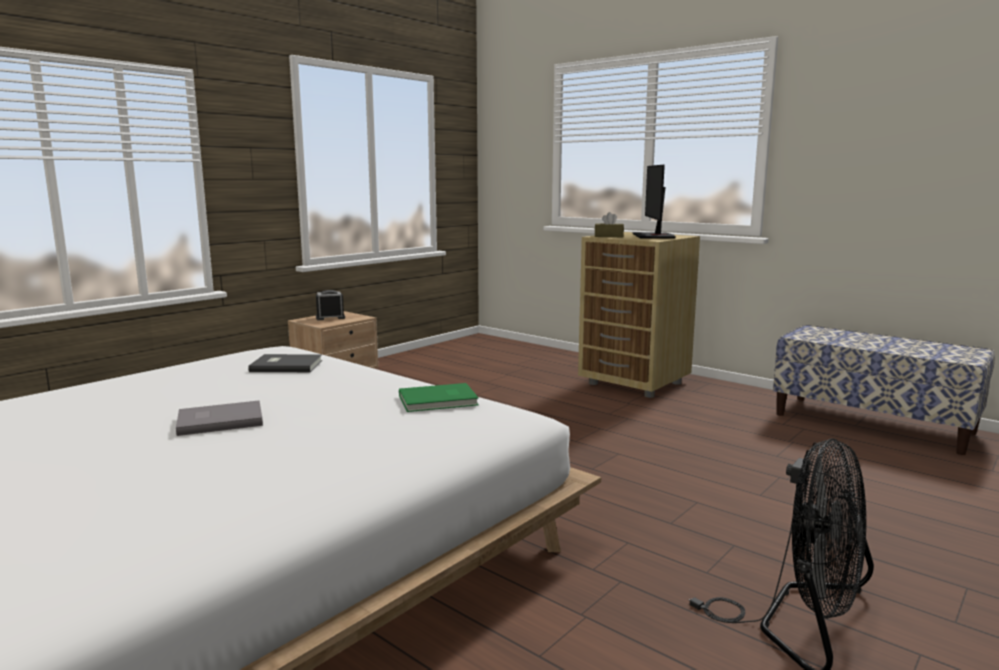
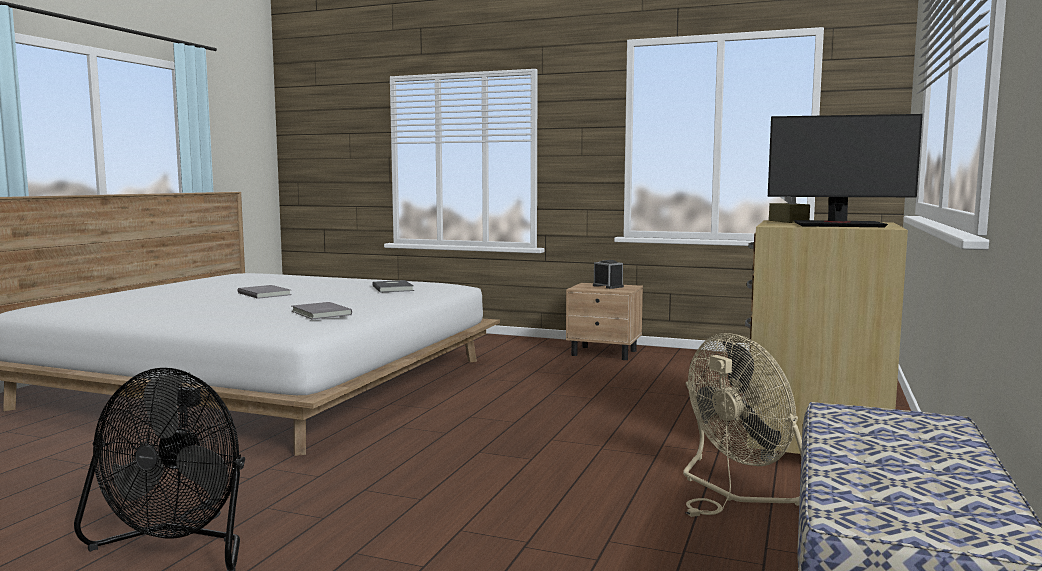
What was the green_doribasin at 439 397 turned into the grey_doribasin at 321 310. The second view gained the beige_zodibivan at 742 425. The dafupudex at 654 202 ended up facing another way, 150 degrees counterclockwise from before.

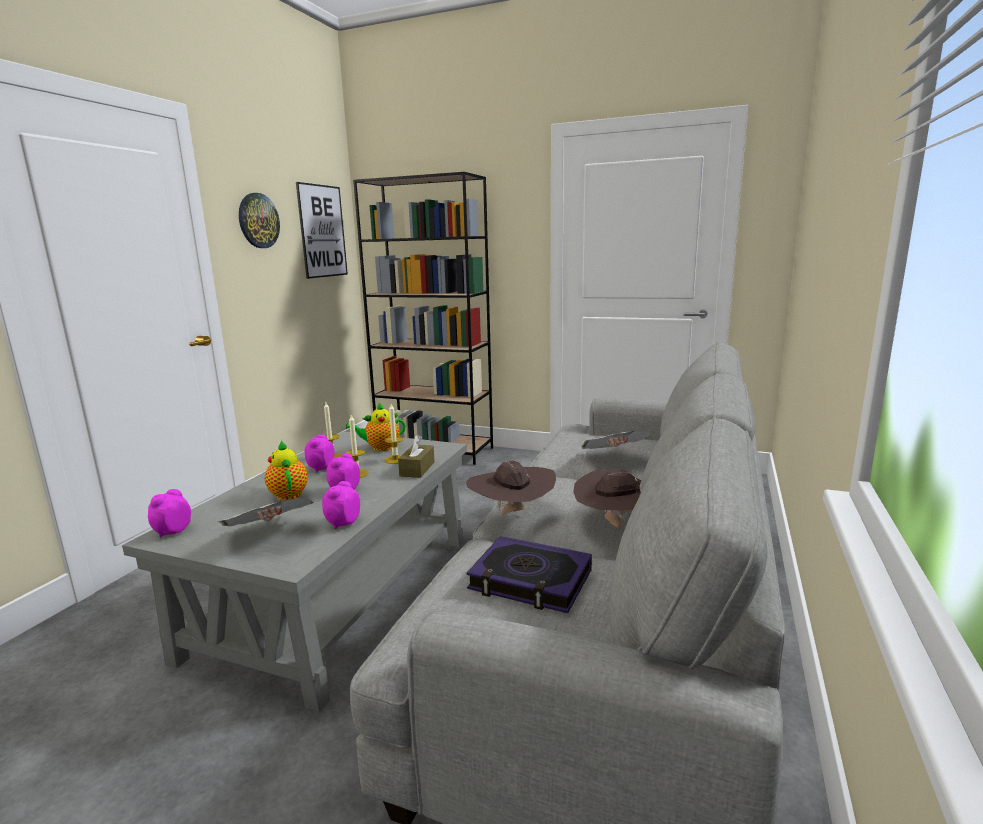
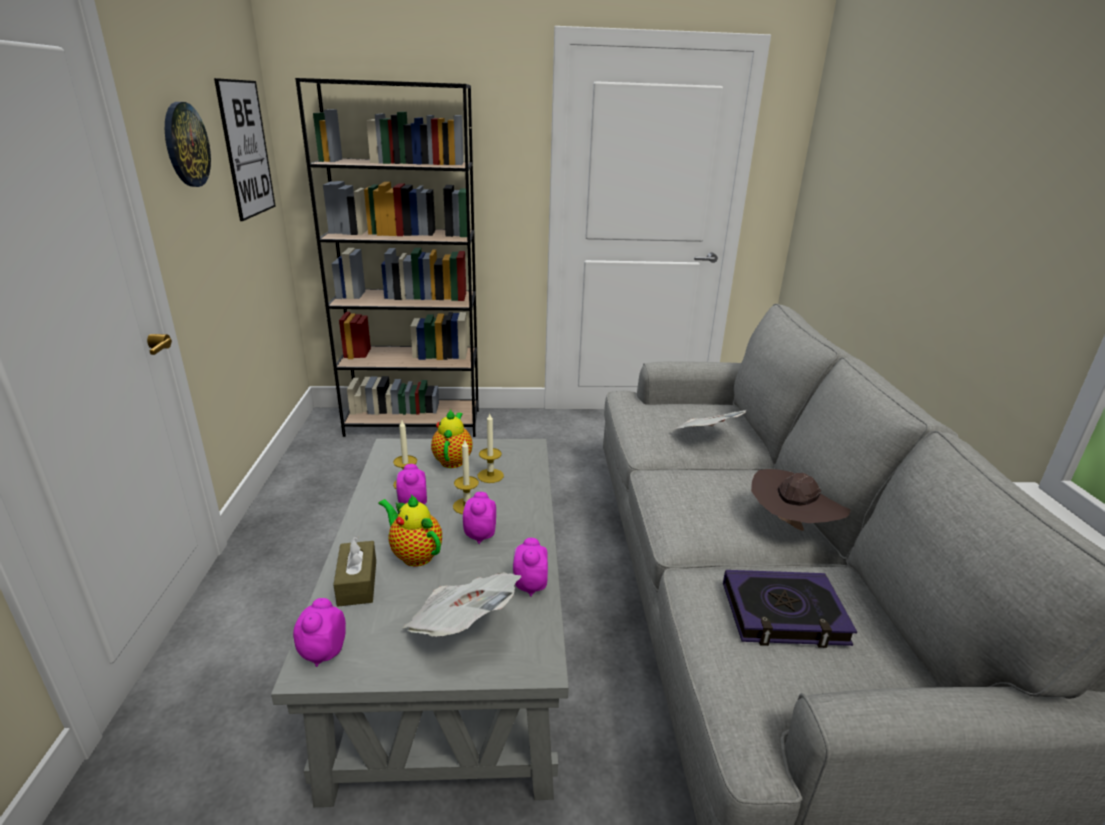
The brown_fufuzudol ended up elsewhere, having gone from 416 456 to 354 571. The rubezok at 375 426 ended up facing another way, 135 degrees clockwise from before. The second view lost the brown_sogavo at 511 487.

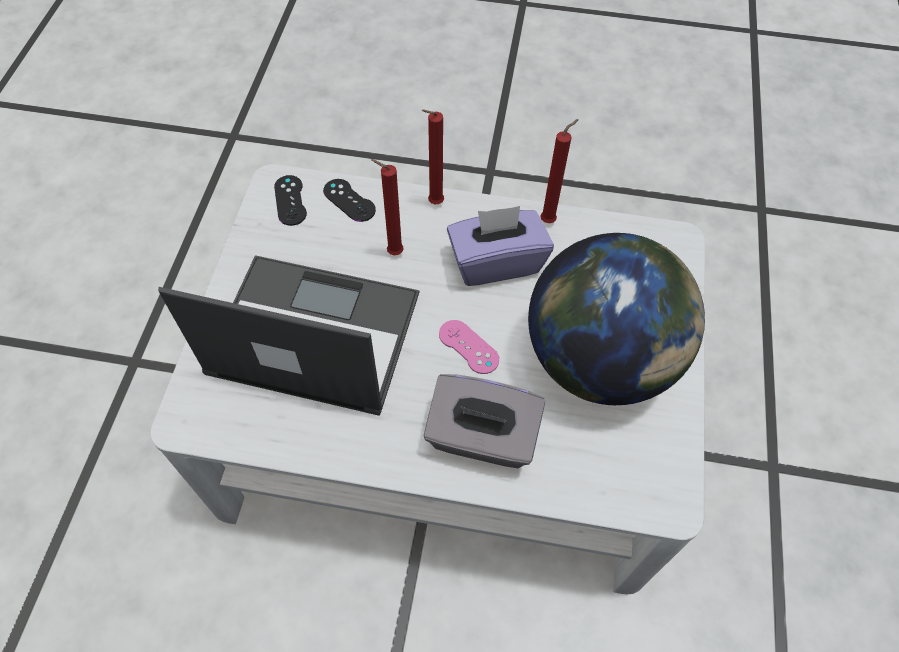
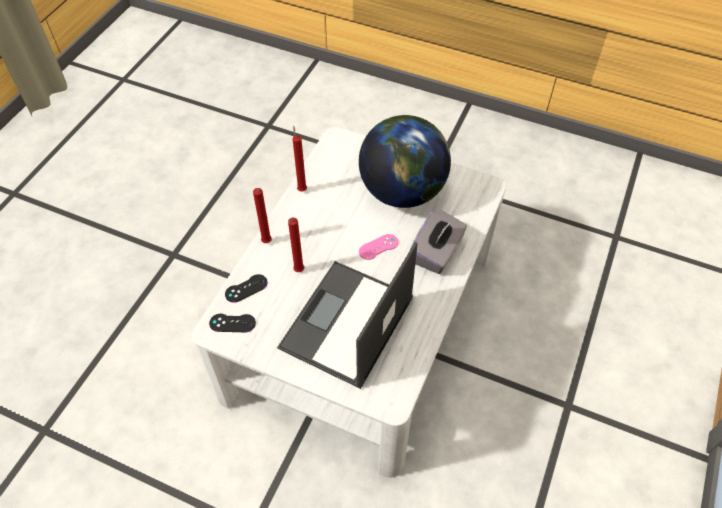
The second view lost the purple_fufuzudol at 500 246.

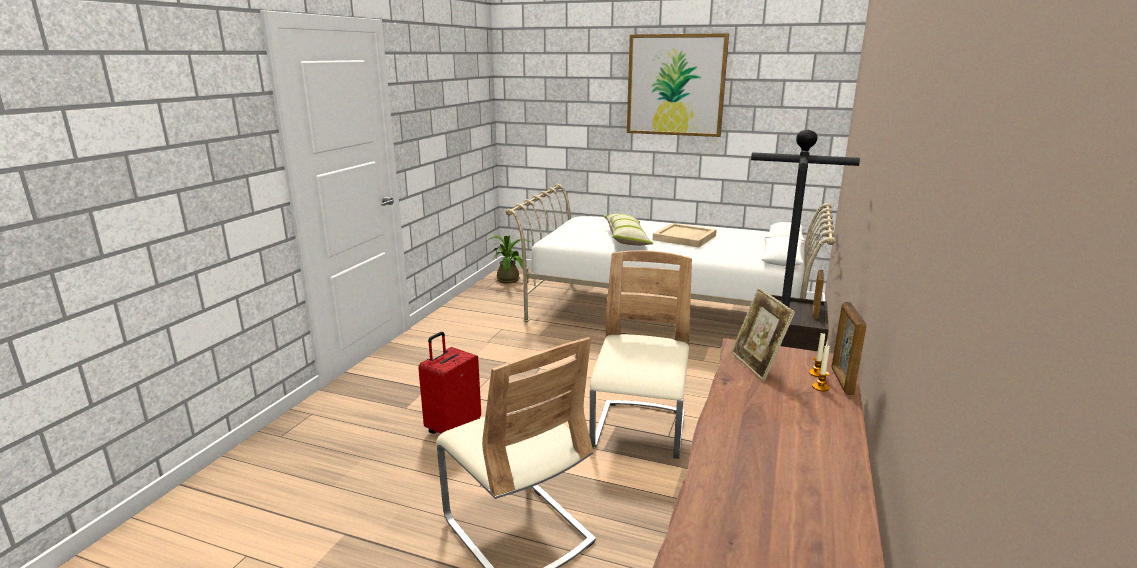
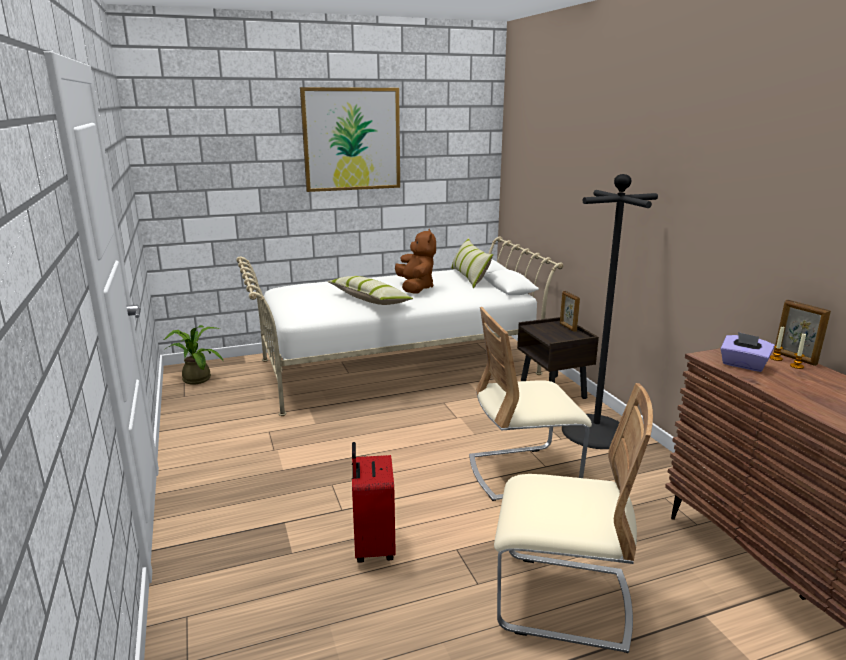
Where the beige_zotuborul stood at 685 235, the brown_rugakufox came to stand at 415 261. The second view gained the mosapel at 472 263. The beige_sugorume at 641 354 ended up facing another way, 75 degrees counterclockwise from before. Where the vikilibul stood at 763 334, the purple_fufuzudol came to stand at 747 352.

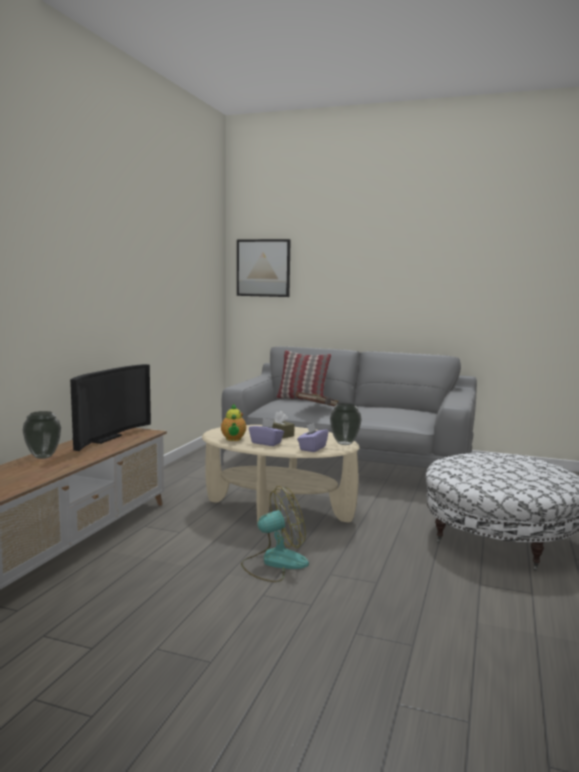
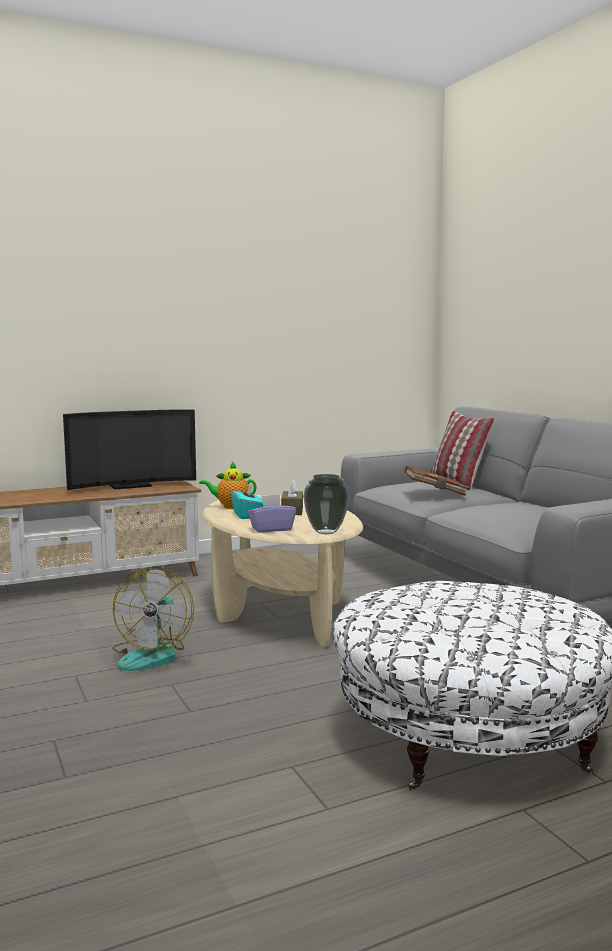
The zodibivan at 275 534 ended up facing another way, 75 degrees clockwise from before. The rubezok at 233 422 ended up facing another way, 45 degrees clockwise from before. What was the purple_fufuzudol at 266 432 turned into the turquoise_fufuzudol at 247 501. The second view lost the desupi at 41 435. The second view lost the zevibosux at 264 268.

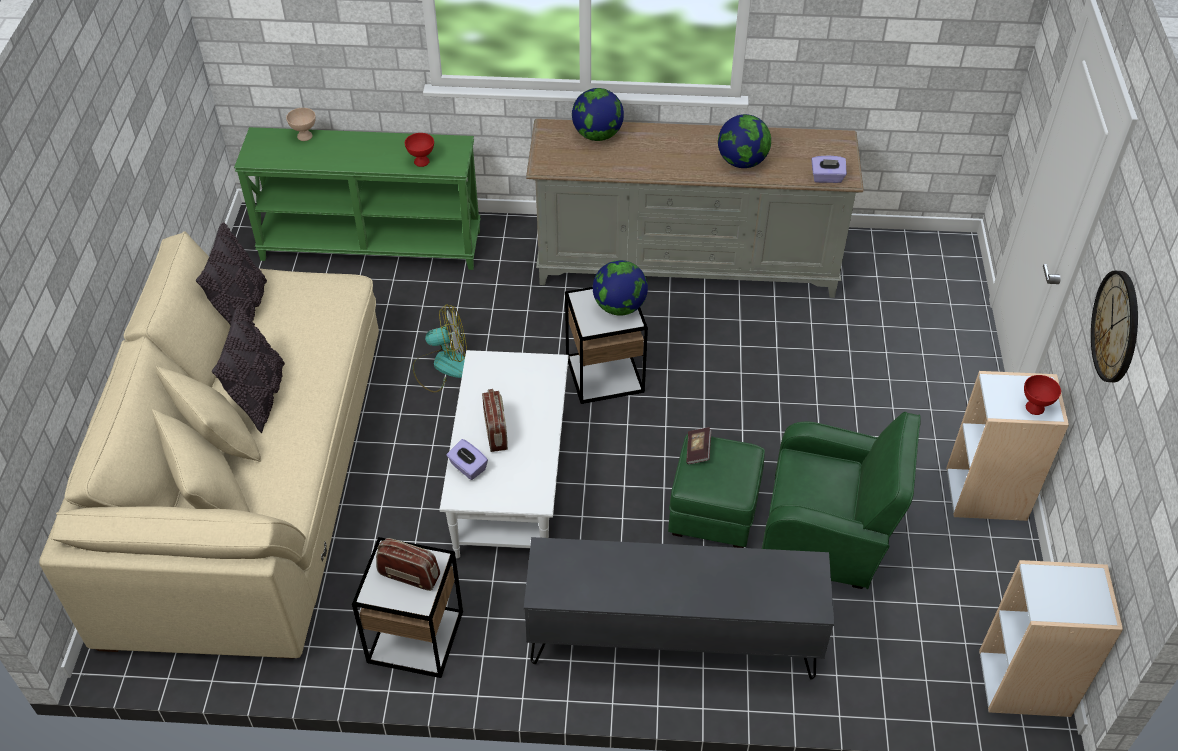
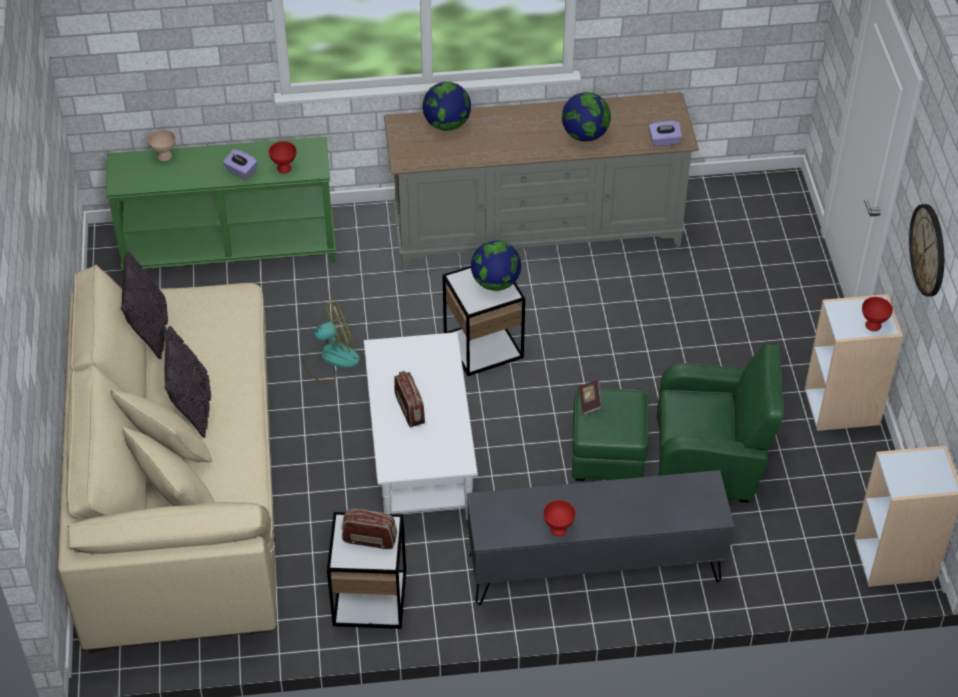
The purple_fufuzudol ended up elsewhere, having gone from 467 459 to 240 164. The second view gained the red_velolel at 559 518.

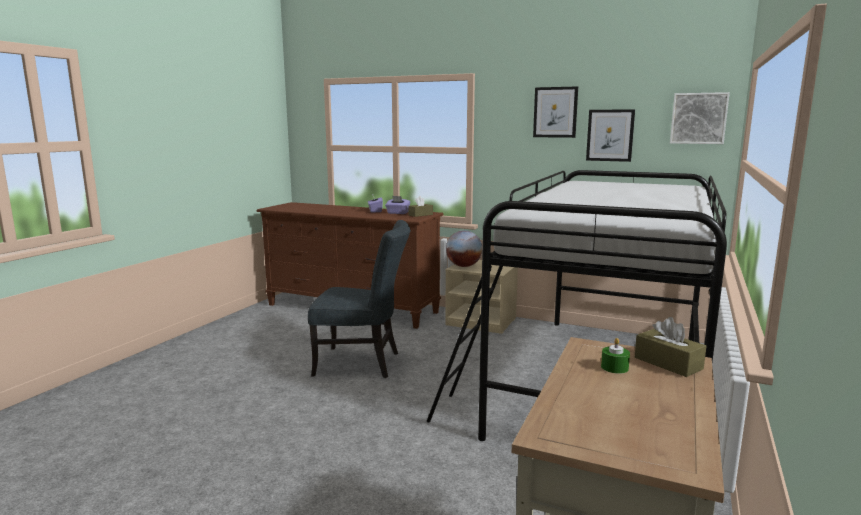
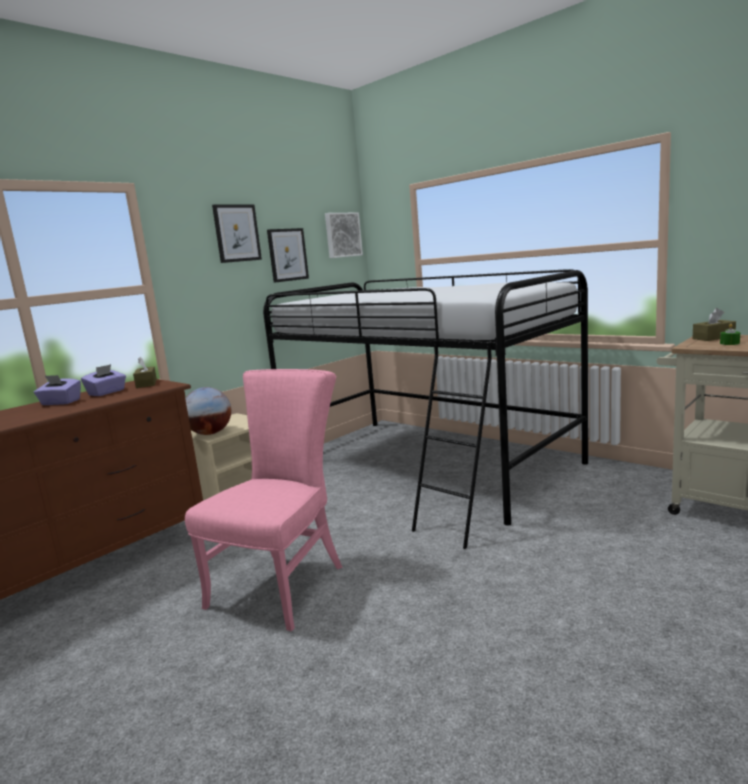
What was the grey_sugorume at 359 299 turned into the pink_sugorume at 264 500.

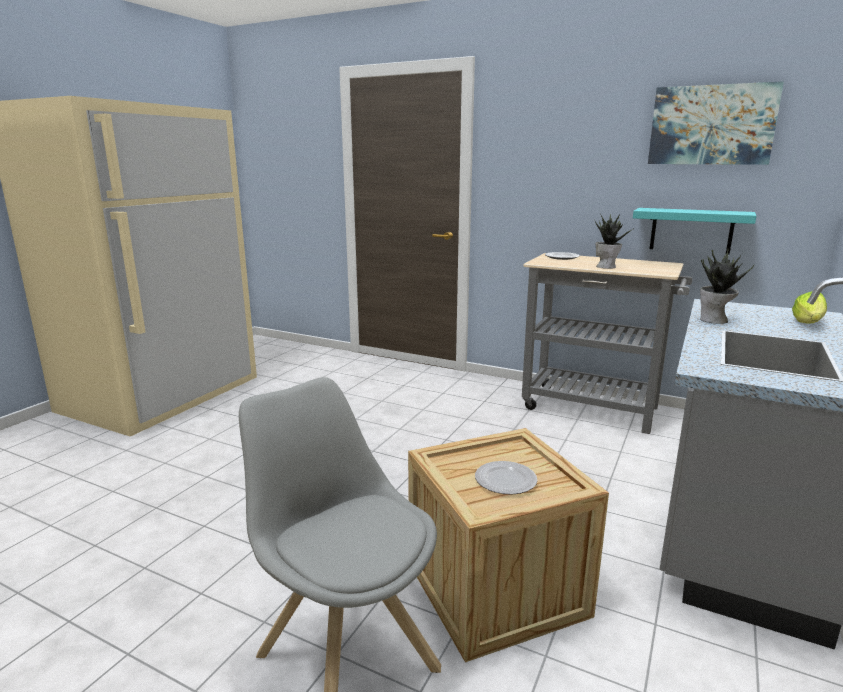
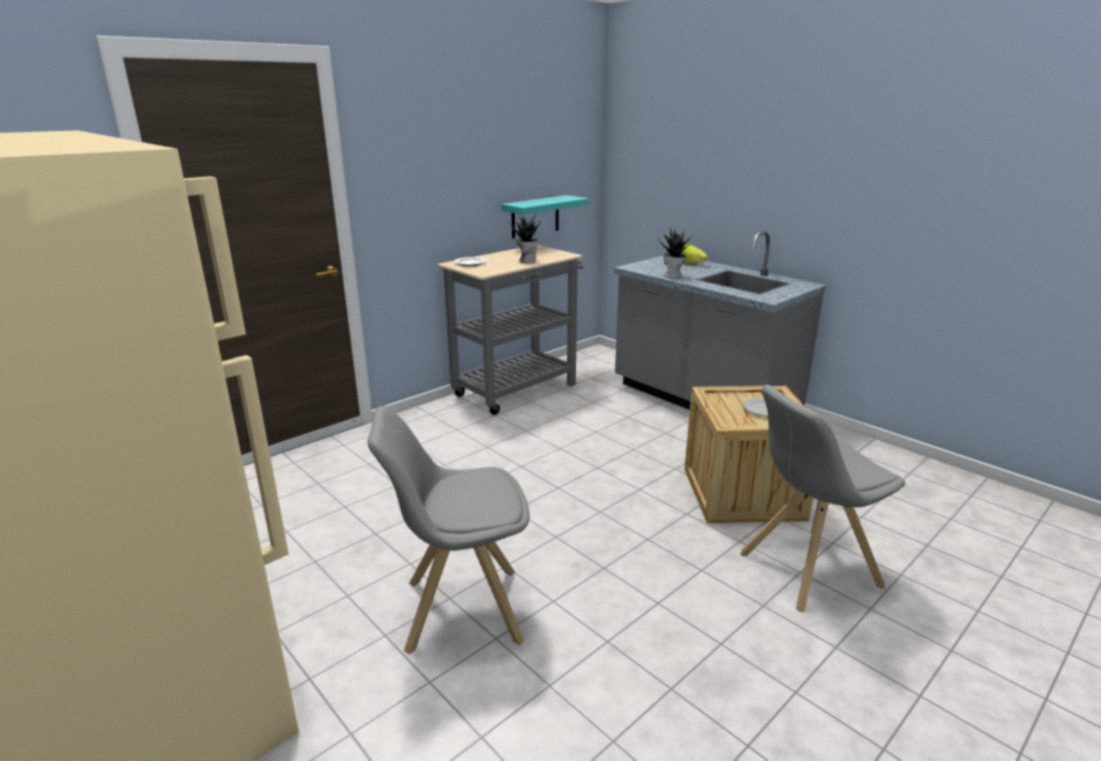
The second view gained the grey_sugorume at 448 530. The second view lost the zevibosux at 716 123.

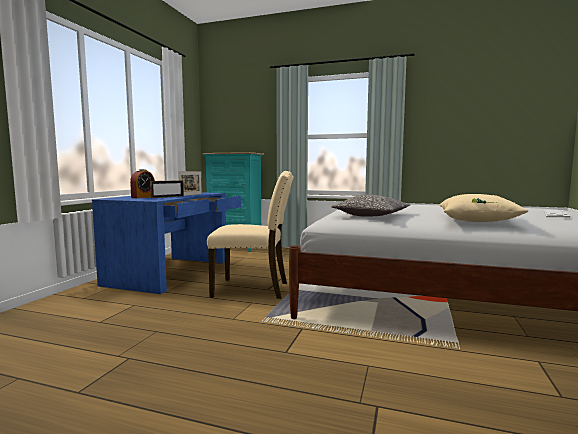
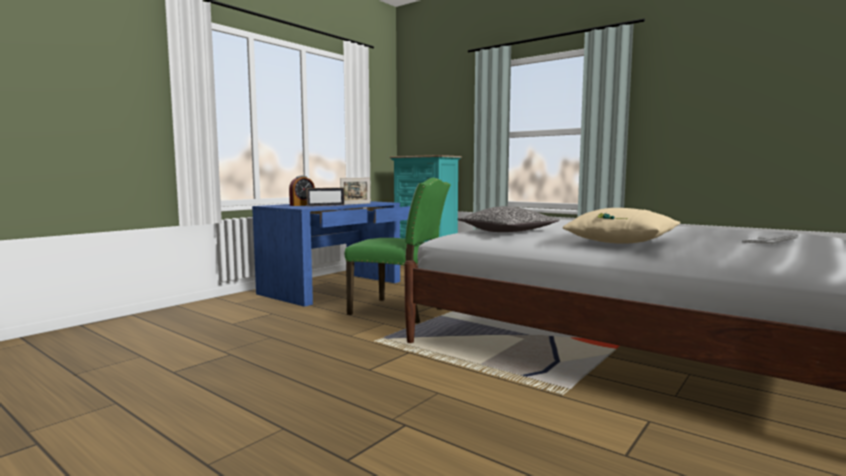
What was the beige_sugorume at 250 235 turned into the green_sugorume at 398 250.

